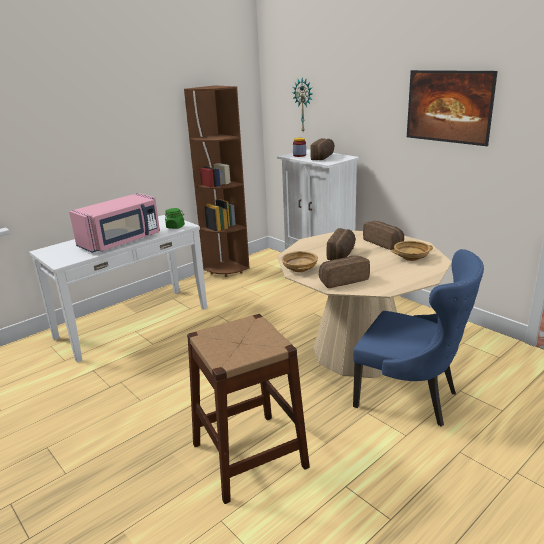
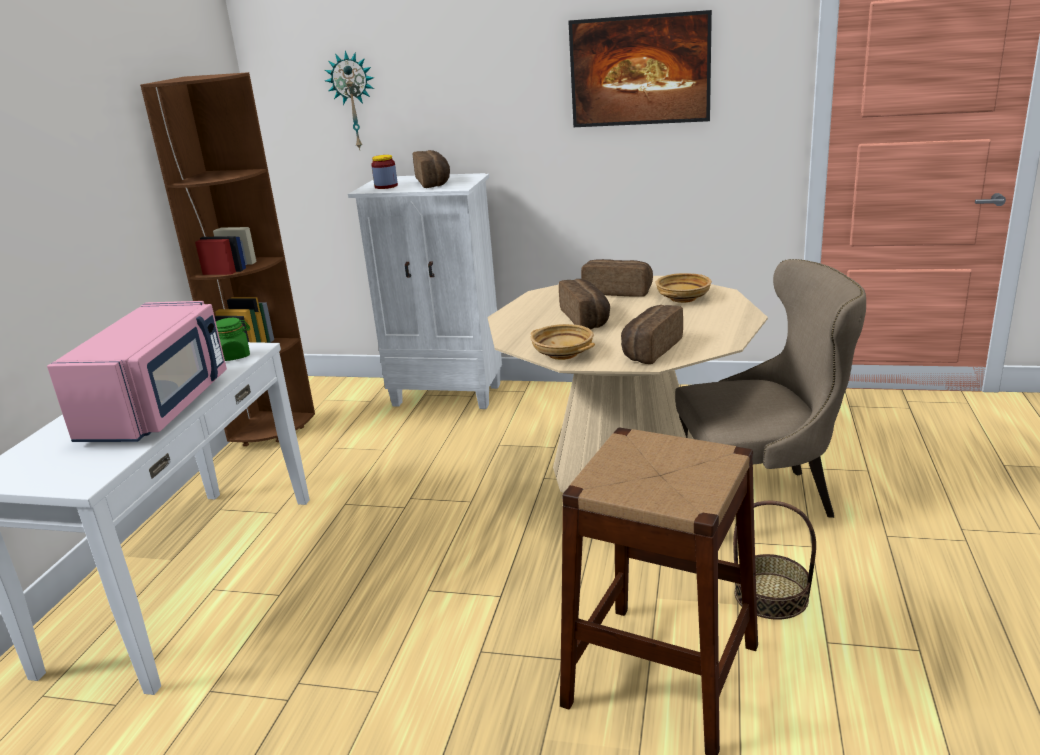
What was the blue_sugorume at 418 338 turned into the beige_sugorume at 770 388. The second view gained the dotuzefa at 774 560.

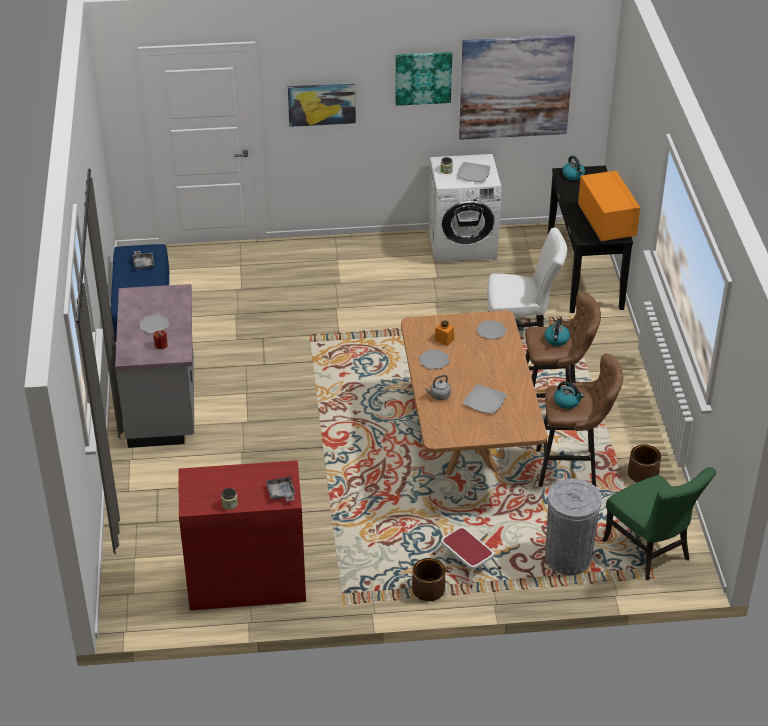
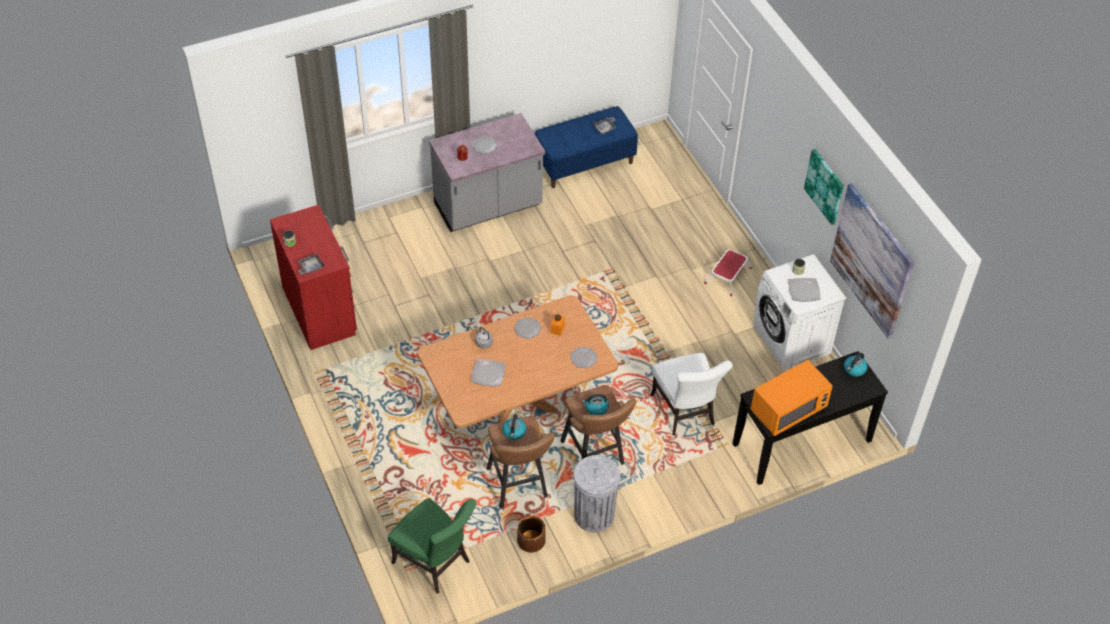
The green_sugorume at 659 523 ended up facing another way, 90 degrees counterclockwise from before. The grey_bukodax ended up elsewhere, having gone from 573 526 to 597 494. The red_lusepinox ended up elsewhere, having gone from 466 557 to 728 272. The second view lost the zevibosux at 321 105. The second view lost the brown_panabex at 428 579.

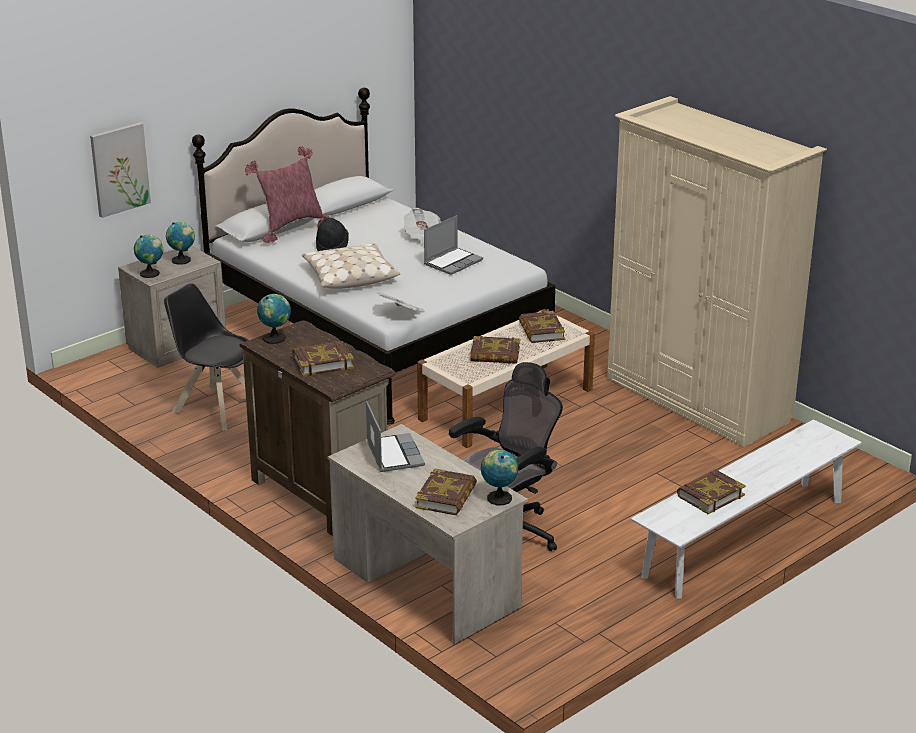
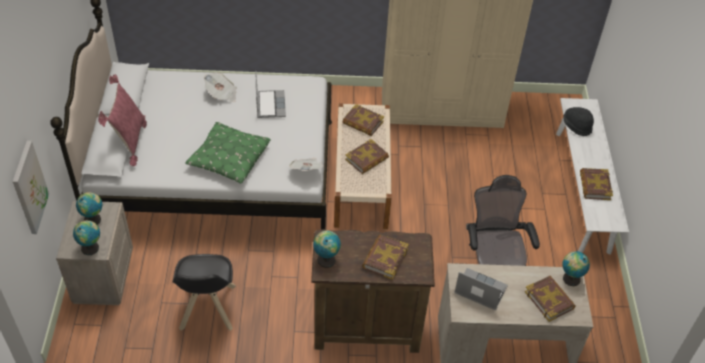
The black_sugorume at 206 357 ended up facing another way, 75 degrees counterclockwise from before. What was the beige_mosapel at 351 266 turned into the green_mosapel at 228 153. The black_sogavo ended up elsewhere, having gone from 332 234 to 578 121.

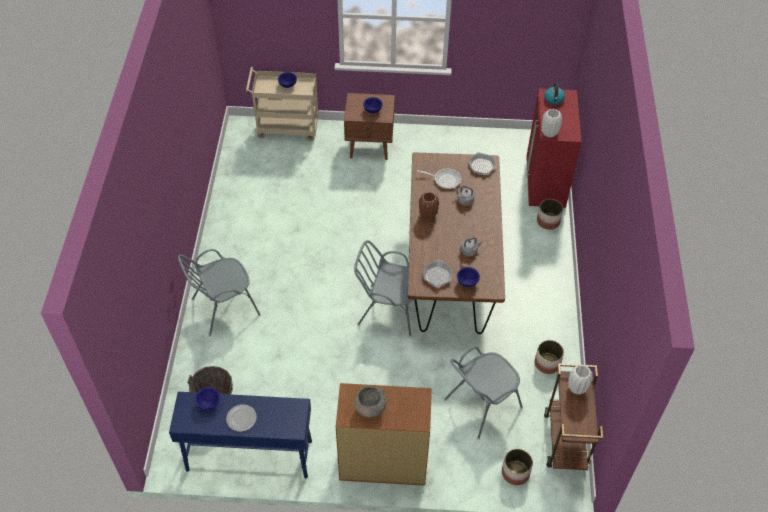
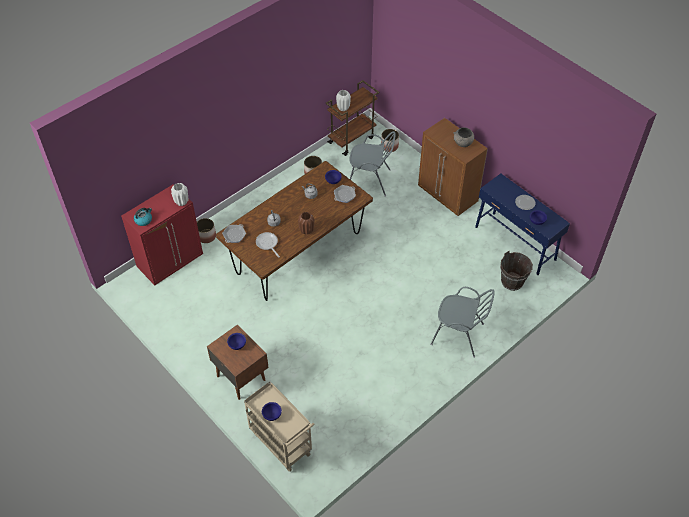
The second view lost the grey_sugorume at 383 288.

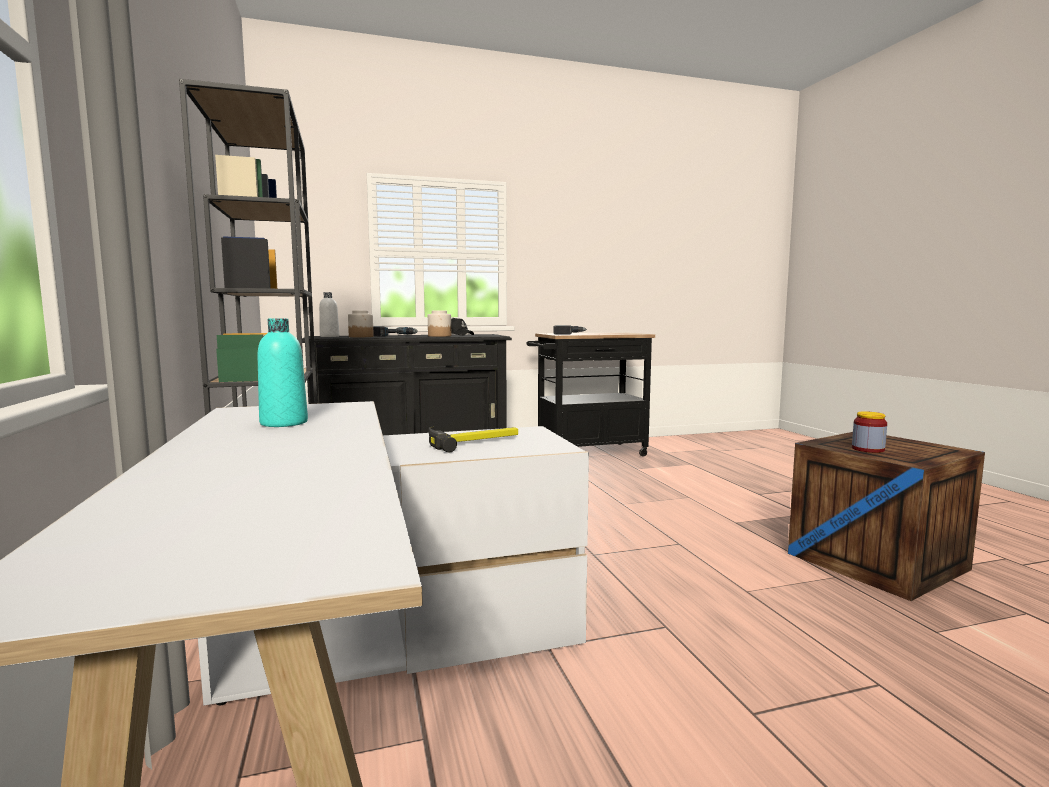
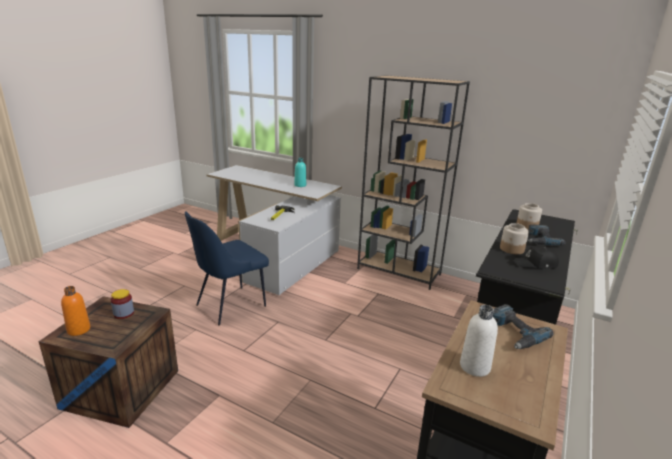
The second view gained the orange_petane at 75 311. The second view gained the blue_sugorume at 227 268. The white_petane ended up elsewhere, having gone from 329 314 to 479 341.

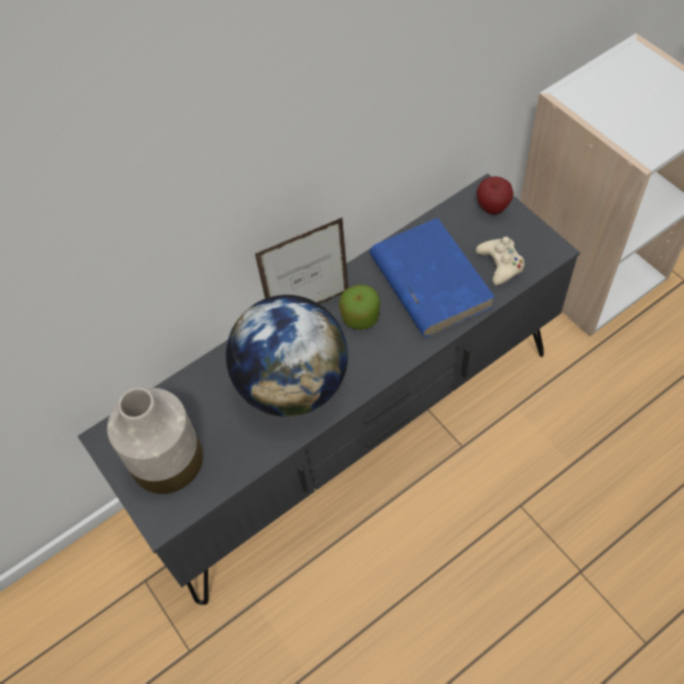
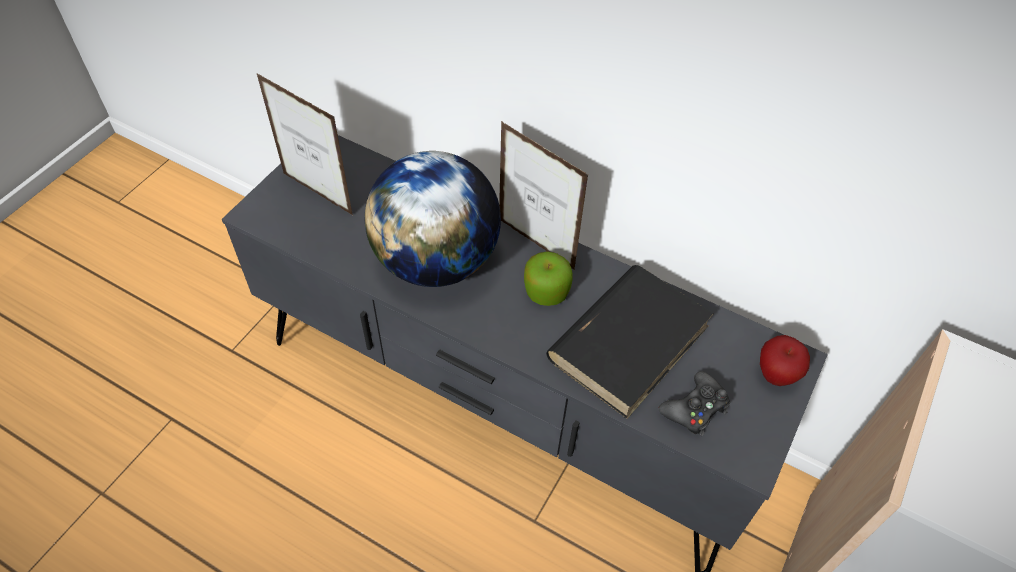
Where the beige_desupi stood at 155 441, the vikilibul came to stand at 305 144. What was the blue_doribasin at 432 277 turned into the black_doribasin at 629 342. What was the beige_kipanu at 500 261 turned into the black_kipanu at 694 403.

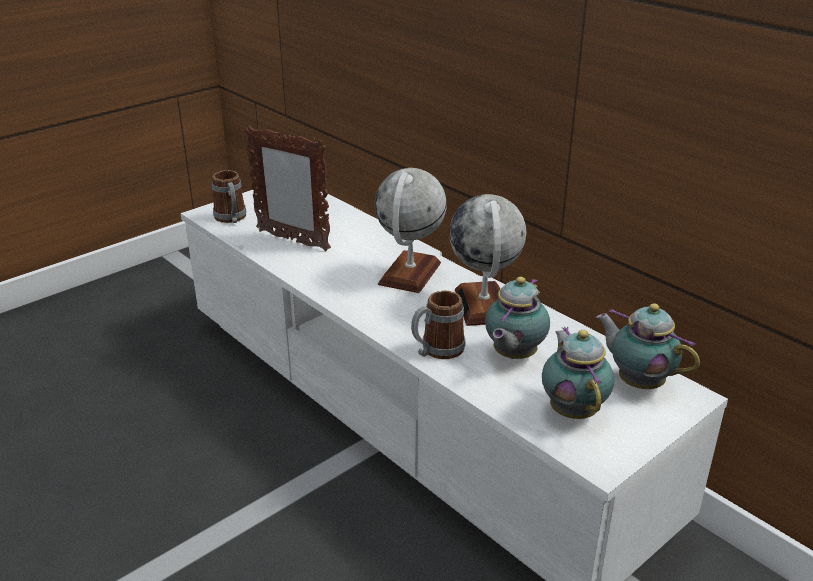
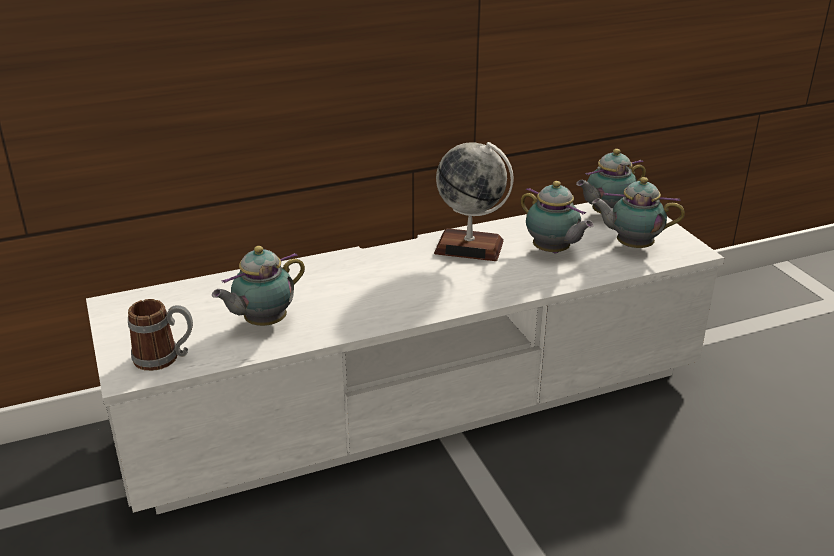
Where the vikilibul stood at 288 188, the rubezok came to stand at 258 286. The second view lost the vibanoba at 410 230. The second view lost the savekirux at 438 325.

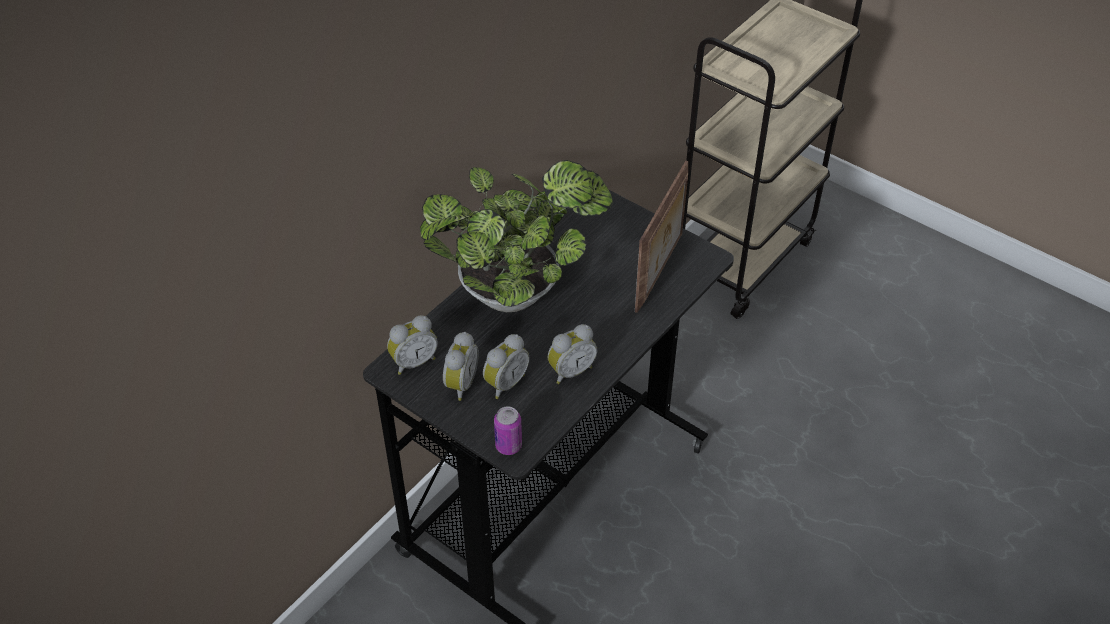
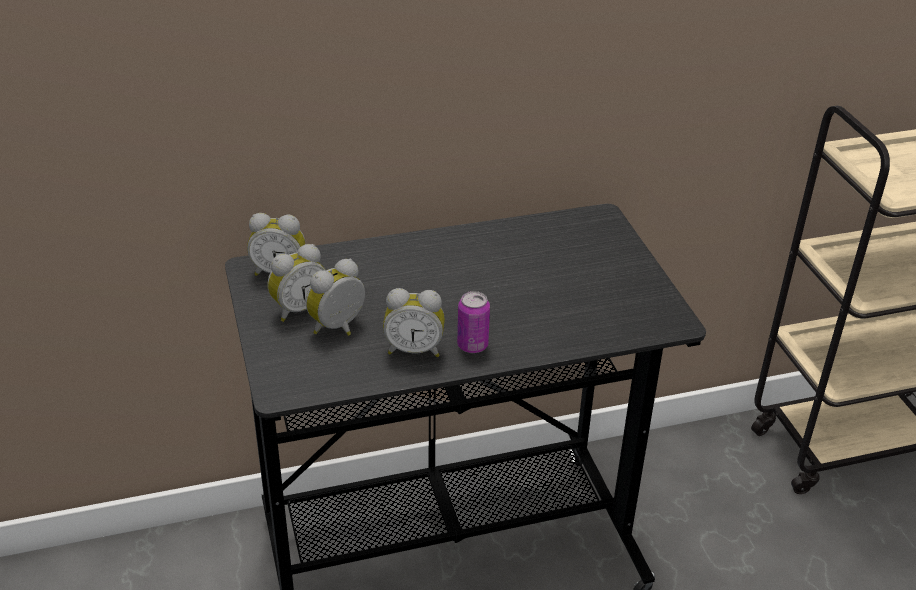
The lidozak at 506 366 ended up facing another way, 150 degrees clockwise from before. The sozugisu ended up elsewhere, having gone from 508 431 to 473 322. The second view lost the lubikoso at 516 236. The second view lost the vikilibul at 661 237.

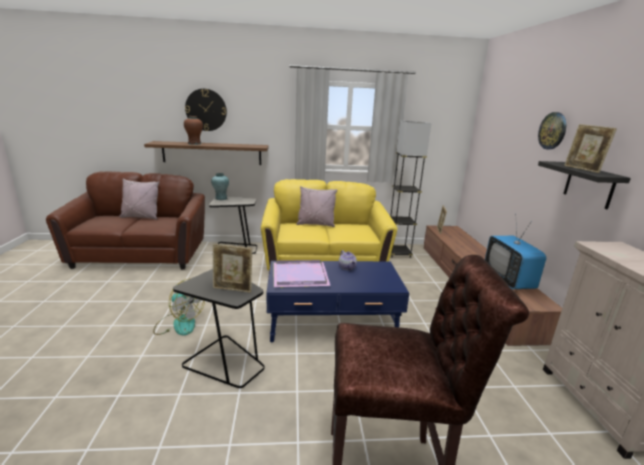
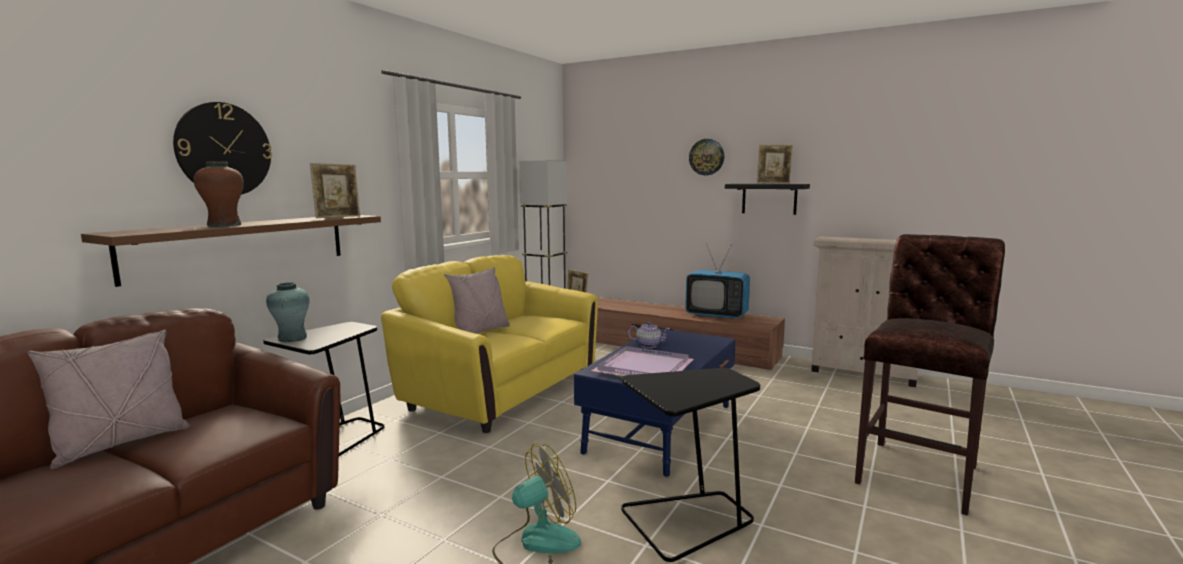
The vikilibul ended up elsewhere, having gone from 232 268 to 335 190.

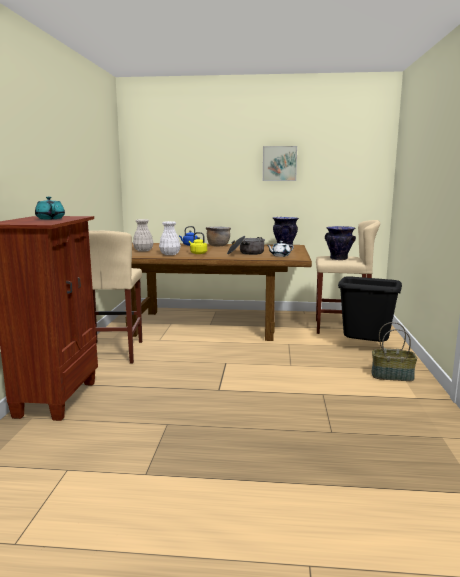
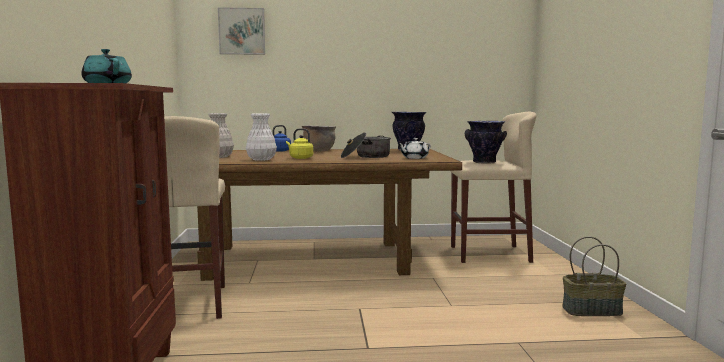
The zevibosux ended up elsewhere, having gone from 280 163 to 241 31. The second view lost the black_bukodax at 370 309.

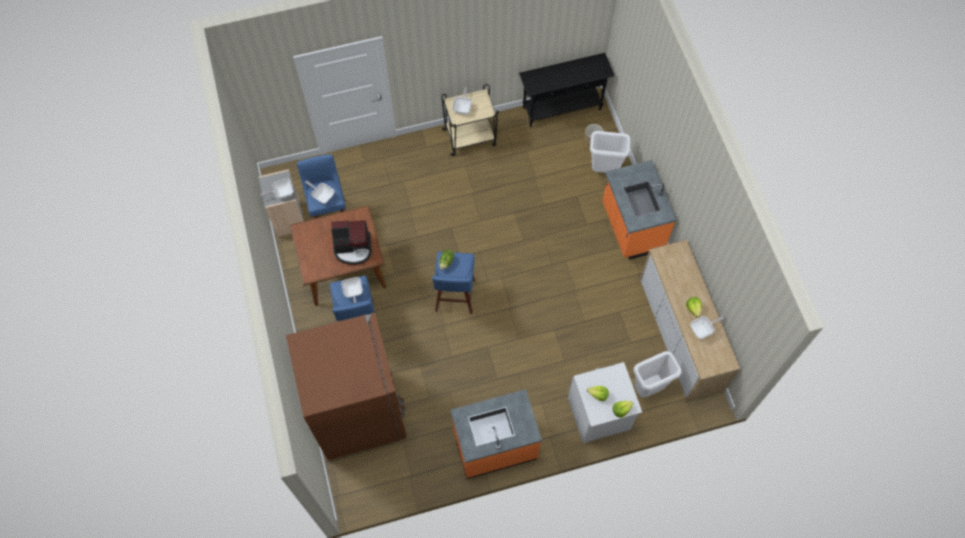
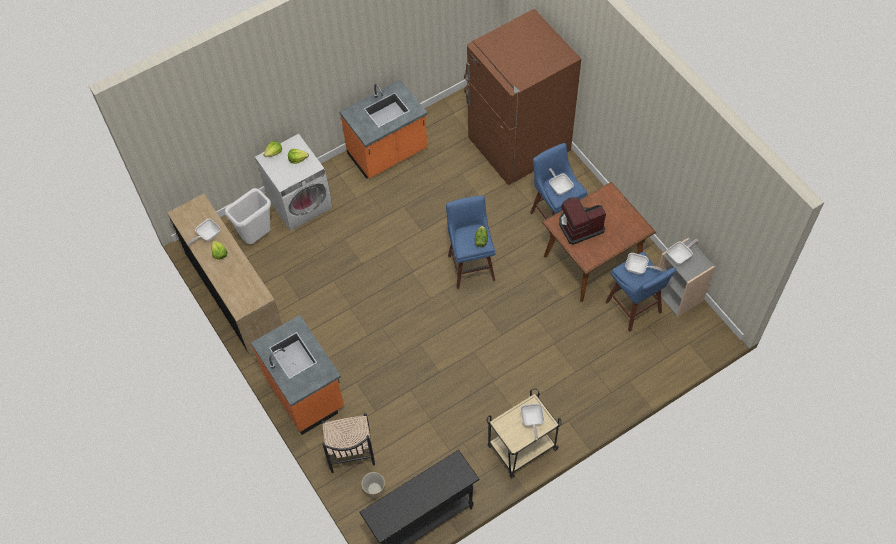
Where the white_bukodax stood at 610 152, the black_sugorume came to stand at 348 443.

